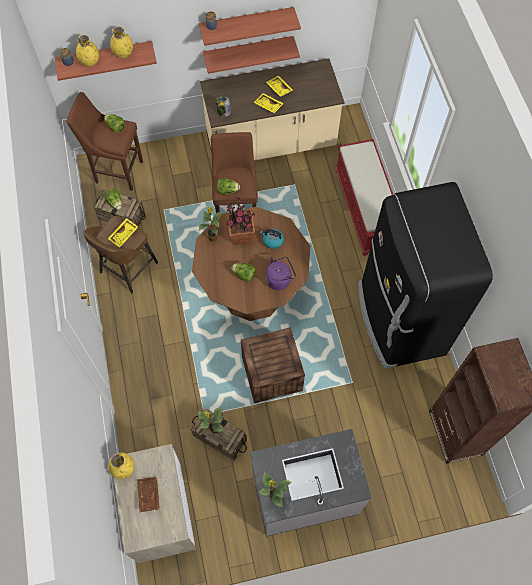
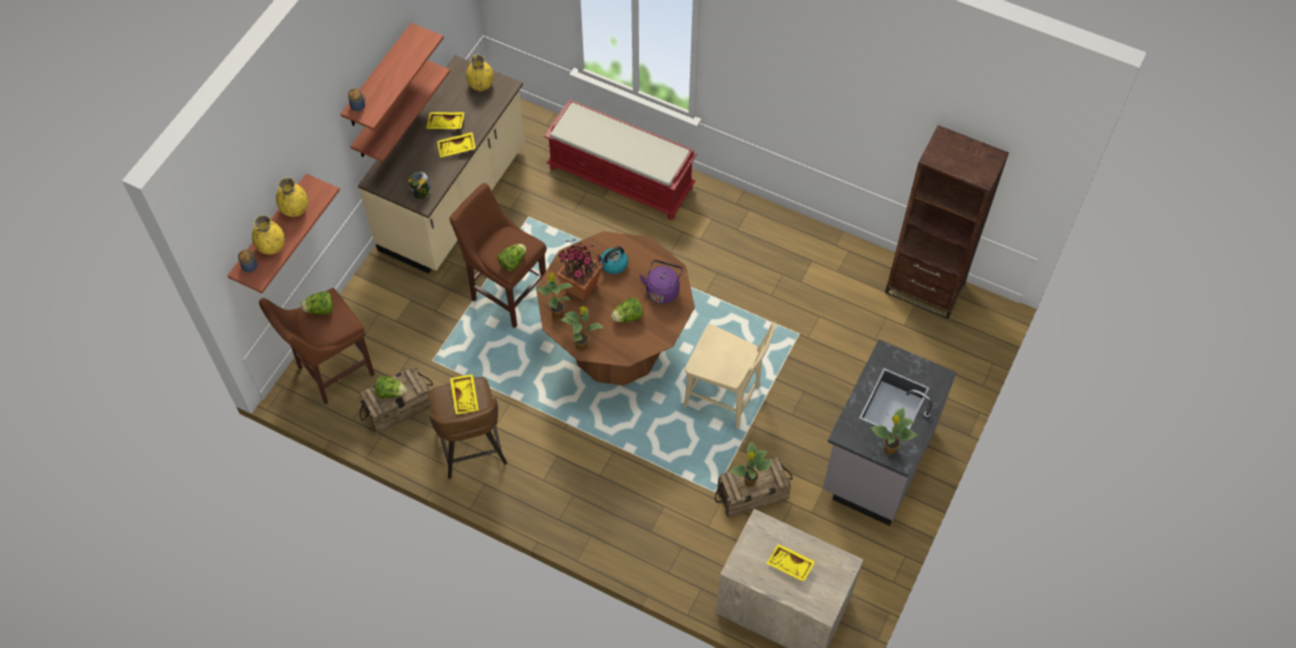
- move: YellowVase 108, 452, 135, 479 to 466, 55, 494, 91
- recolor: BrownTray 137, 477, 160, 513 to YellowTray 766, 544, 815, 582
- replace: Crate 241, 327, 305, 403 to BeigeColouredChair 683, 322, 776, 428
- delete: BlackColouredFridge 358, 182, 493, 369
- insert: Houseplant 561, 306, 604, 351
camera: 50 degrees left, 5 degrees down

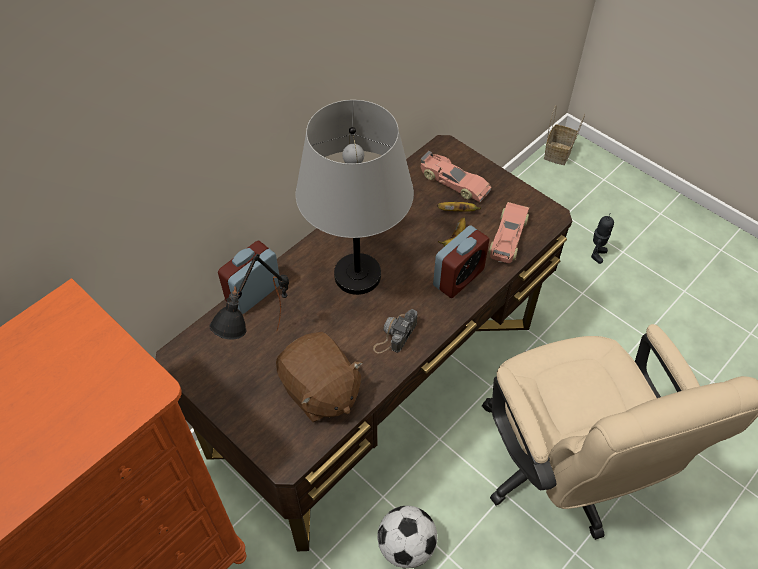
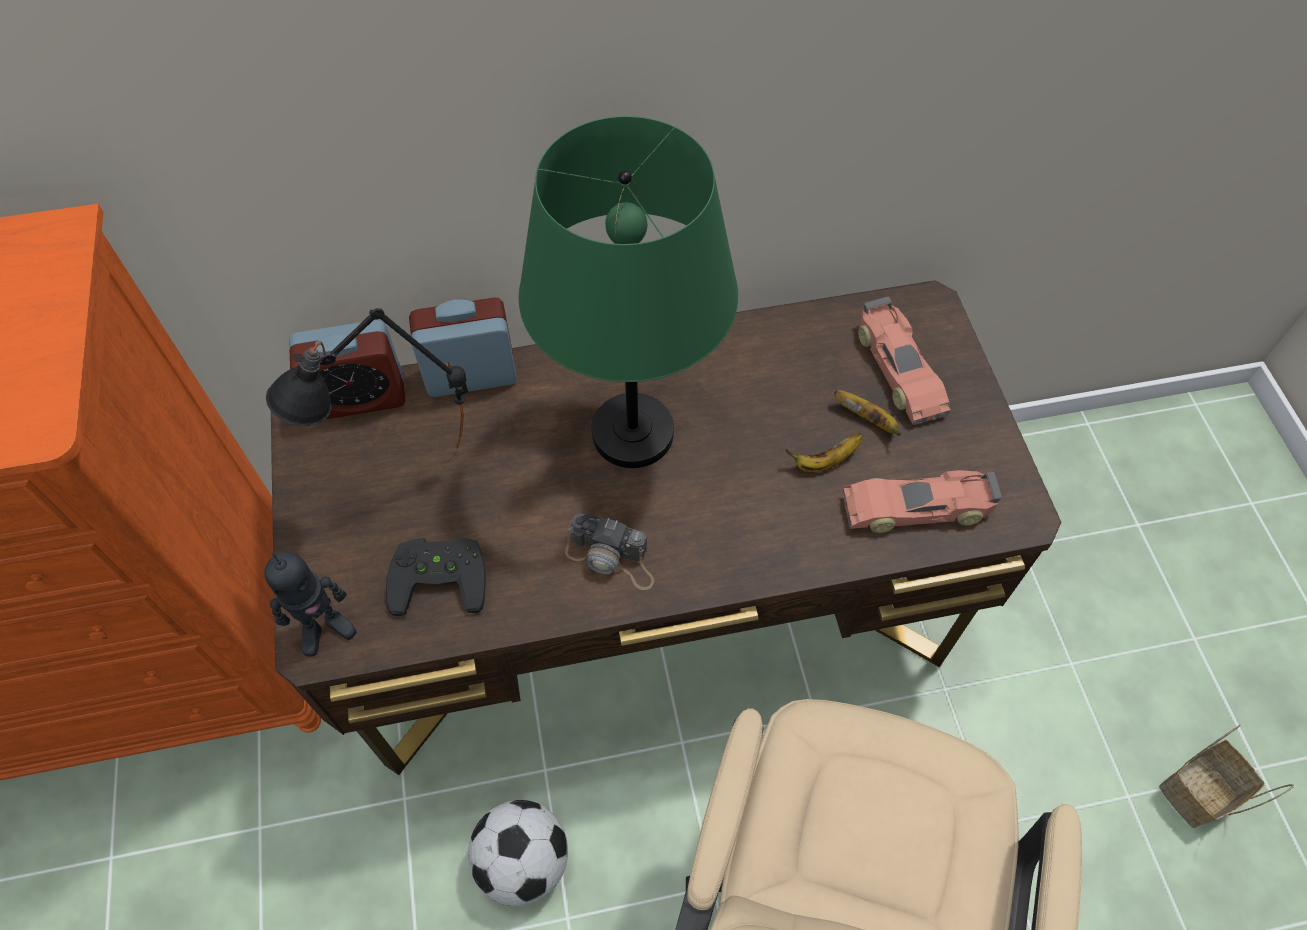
- replace: BrownCuddlyToy 276, 332, 363, 422 to BlackColouredGamepad 386, 537, 486, 616
- recolor: GreyLampForATable 296, 100, 414, 295 to GreenishLampForATable 519, 116, 738, 468
- rotate: StillCamera 373, 309, 417, 353 = 565, 513, 654, 590 135 degrees counterclockwise
- move: BedsideClock 433, 225, 490, 298 to 289, 320, 405, 419
- rotate: ModelCar 489, 202, 529, 263 = 843, 470, 1002, 533 150 degrees counterclockwise
- move: Basket 544, 105, 585, 165 to 1159, 725, 1294, 828
- move: ToyRobot 591, 213, 614, 264 to 264, 552, 356, 657
camera: 35 degrees right, 5 degrees up

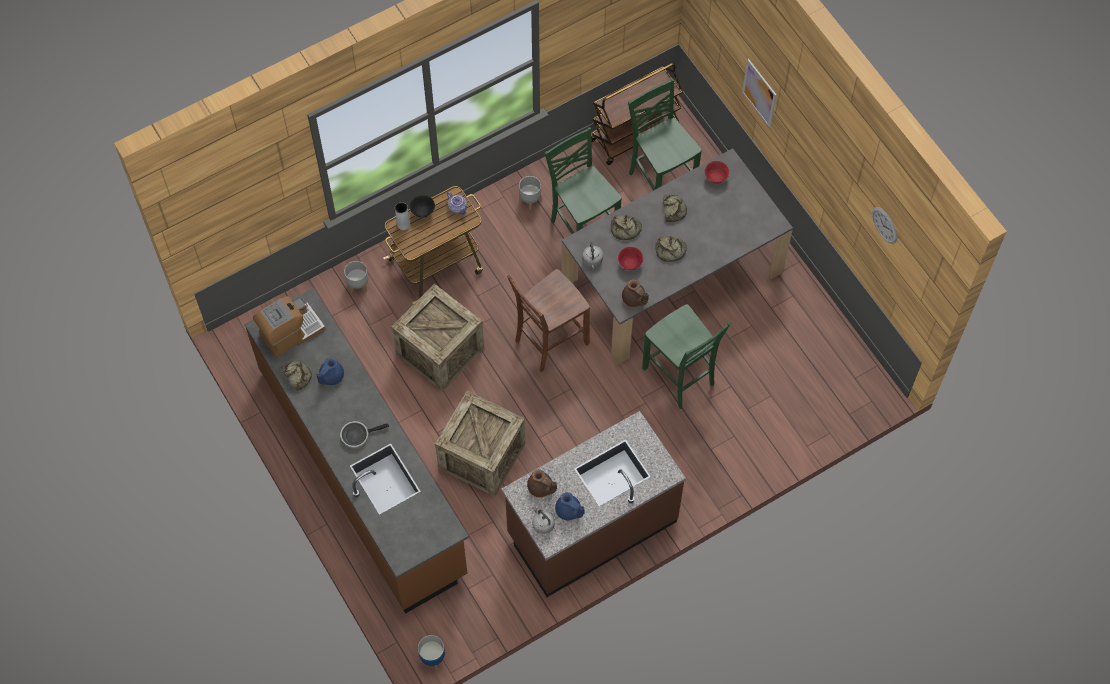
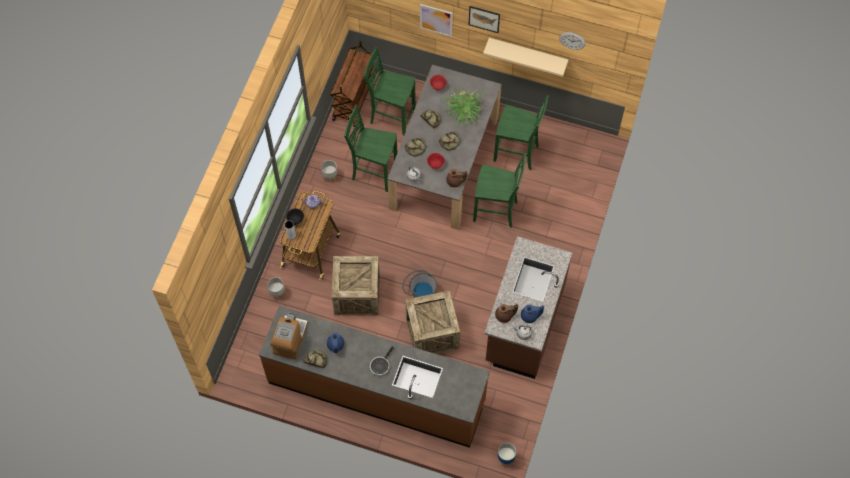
- delete: BrownChair 507, 269, 590, 372
- insert: GreyWaterBucket 402, 270, 437, 298
- insert: Houseplant 440, 87, 483, 128
- insert: Picture 469, 6, 500, 33
- insert: BeigeColouredBracketShelf 483, 38, 568, 77
- insert: GreenishChair 493, 95, 549, 170
camera: 40 degrees left, 0 degrees up

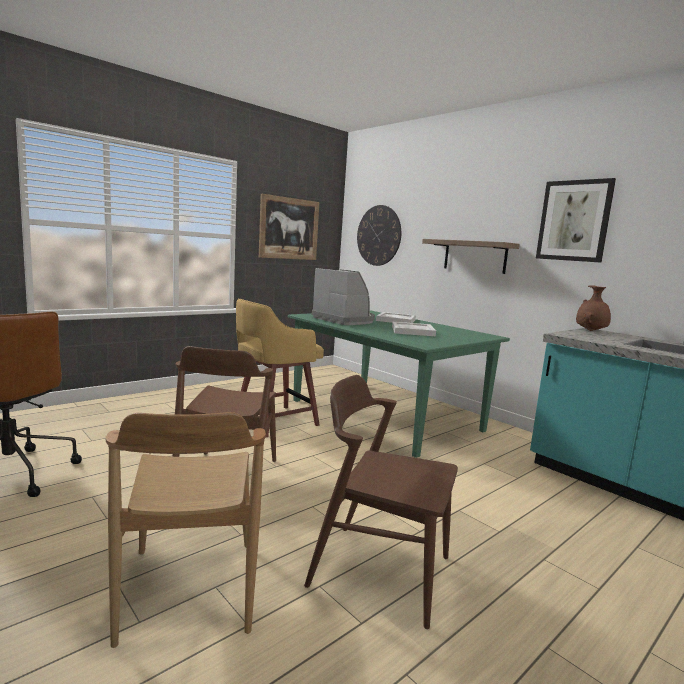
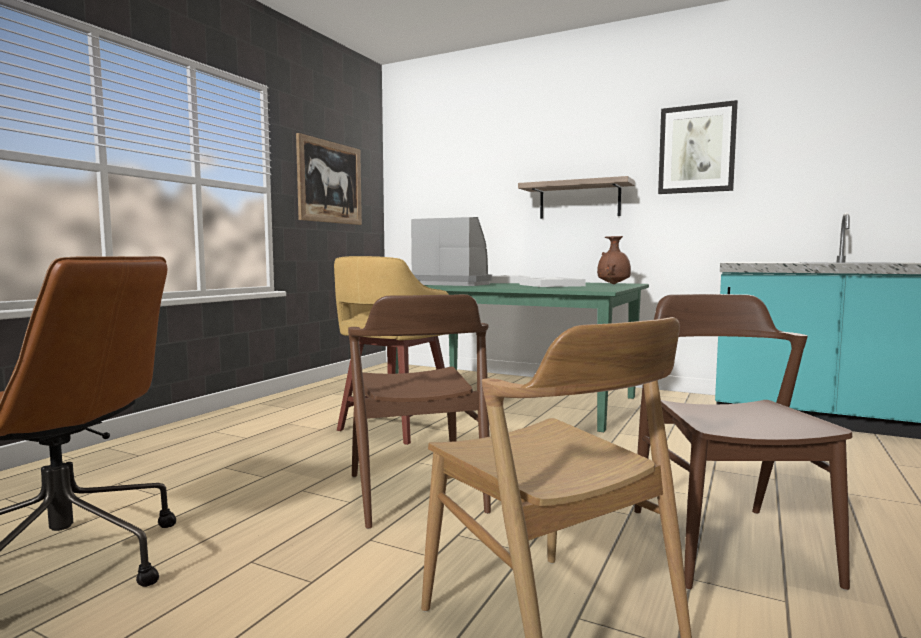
- rotate: BrownChair 304, 375, 458, 630 = 634, 294, 852, 591 90 degrees clockwise
- delete: ClockOnTheWall 357, 205, 401, 266
- move: BrownVase 576, 285, 611, 331 to 597, 236, 631, 284
camera: 20 degrees left, 5 degrees down

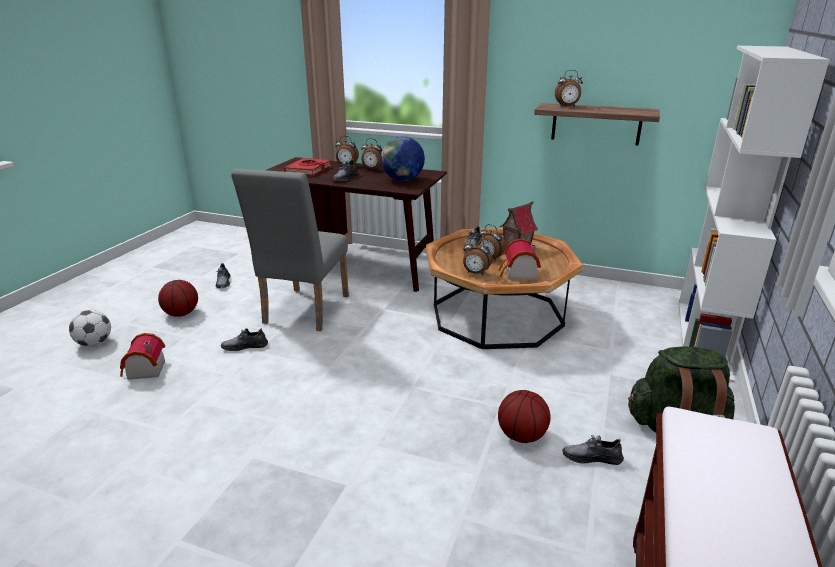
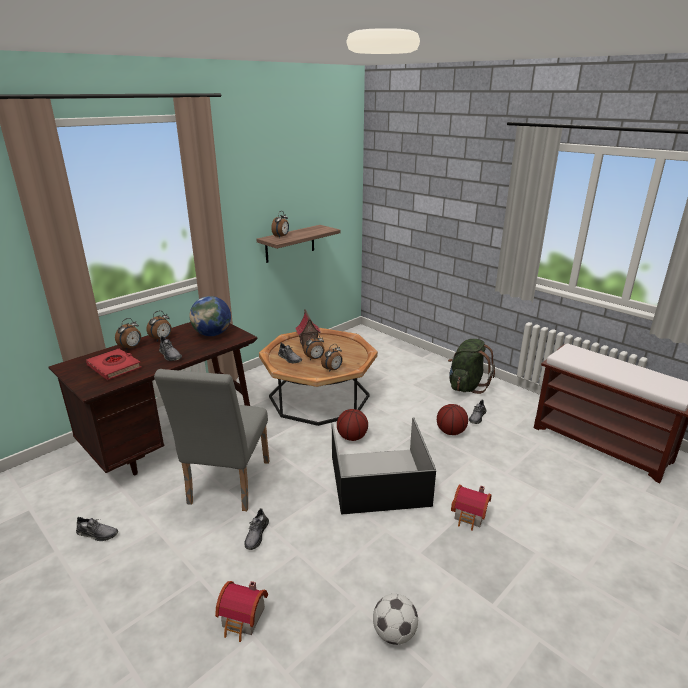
- move: FootballBall 69, 310, 111, 347 to 373, 594, 418, 645
- move: Basketball 158, 280, 198, 317 to 337, 409, 368, 441
- rotate: GreyChair 231, 168, 349, 331 = 154, 369, 270, 511 60 degrees clockwise
- move: ModelHouse 498, 239, 541, 280 to 451, 485, 491, 531
- delete: WhitishShelvingUnit 679, 46, 830, 383
- insert: BlackColouredStorageBin 332, 417, 436, 515
camera: 65 degrees left, 0 degrees up

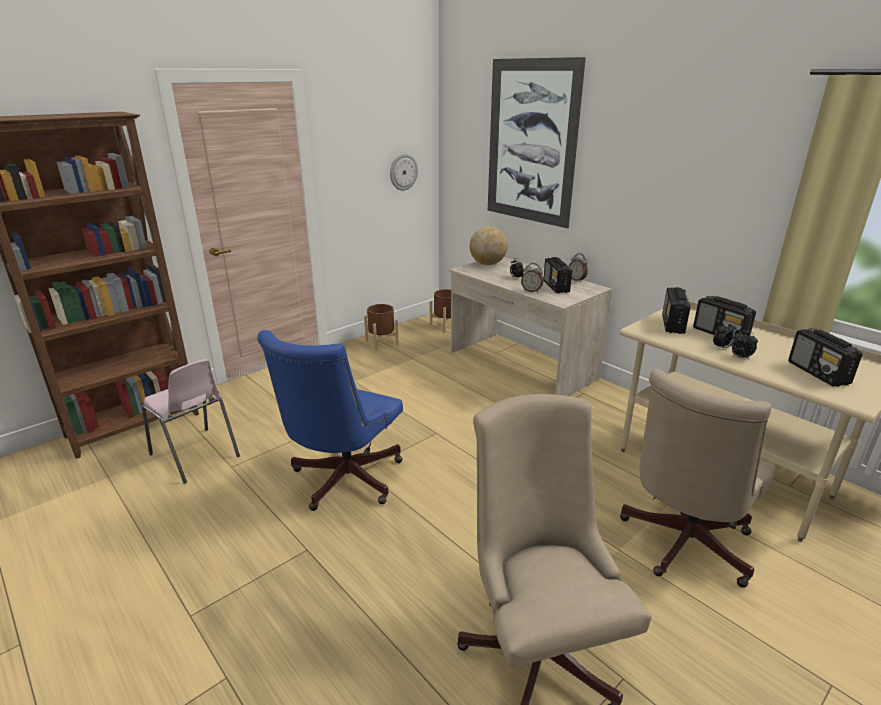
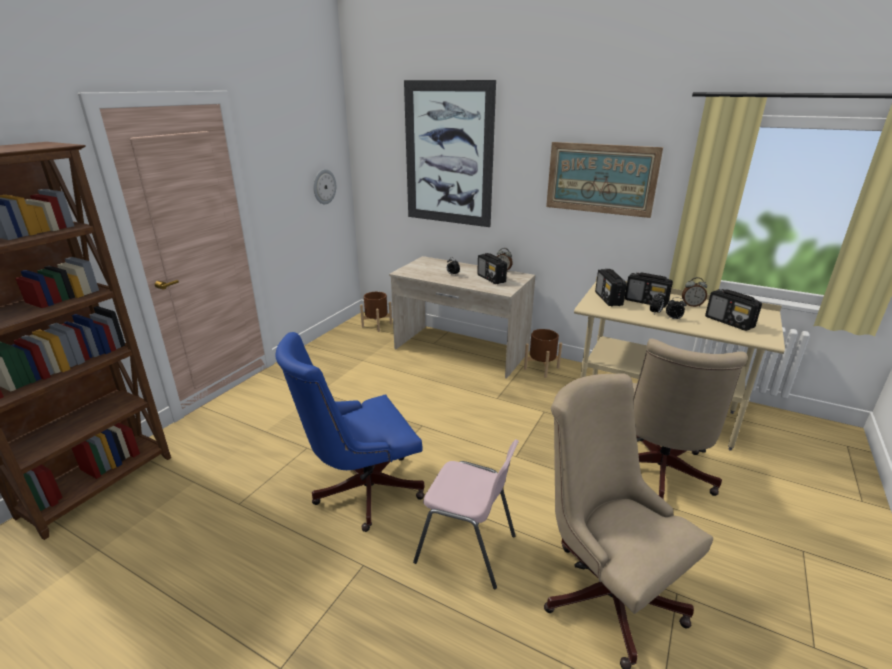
- move: PinkishChair 142, 359, 240, 484 to 413, 439, 519, 589
- rotate: BlueComputerChair 257, 330, 403, 511 = 276, 332, 424, 532 60 degrees clockwise
- move: BrownFlowerPot 364, 304, 399, 350 to 524, 329, 562, 378
- delete: DeskGlobe 469, 226, 508, 265
- move: BedsideClock 521, 263, 544, 293 to 682, 277, 707, 307
- insert: Picture 546, 142, 663, 218
camera: 20 degrees left, 0 degrees up

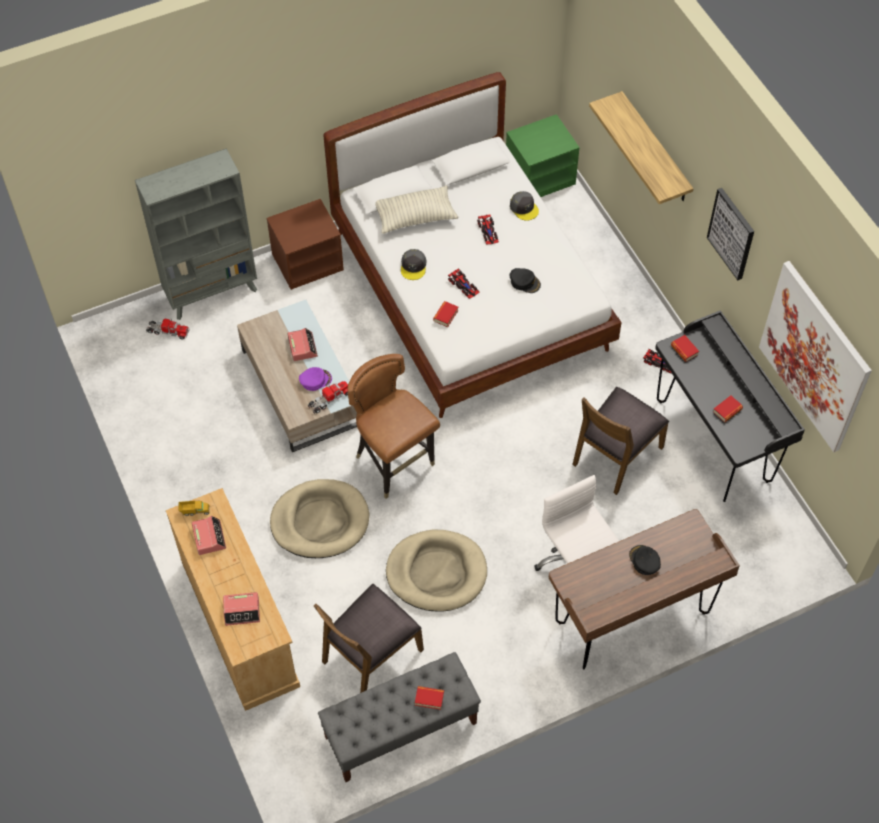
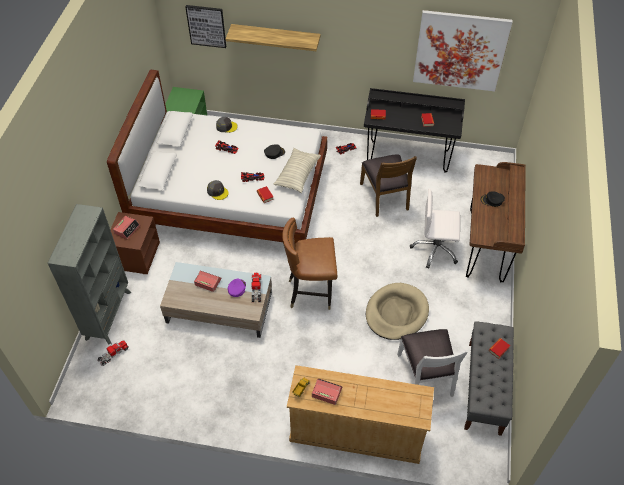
- move: BedsideClock 223, 592, 260, 626 to 113, 216, 140, 240
- delete: BeigeColouredDogCushion 270, 479, 370, 558
- recolor: BrownChair 314, 583, 424, 693 to WhitishChair 397, 329, 468, 397
- move: ThrowPillow 375, 185, 459, 234 to 274, 148, 321, 193
- move: Picture 707, 188, 754, 280 to 185, 5, 226, 48
camera: 55 degrees left, 5 degrees down

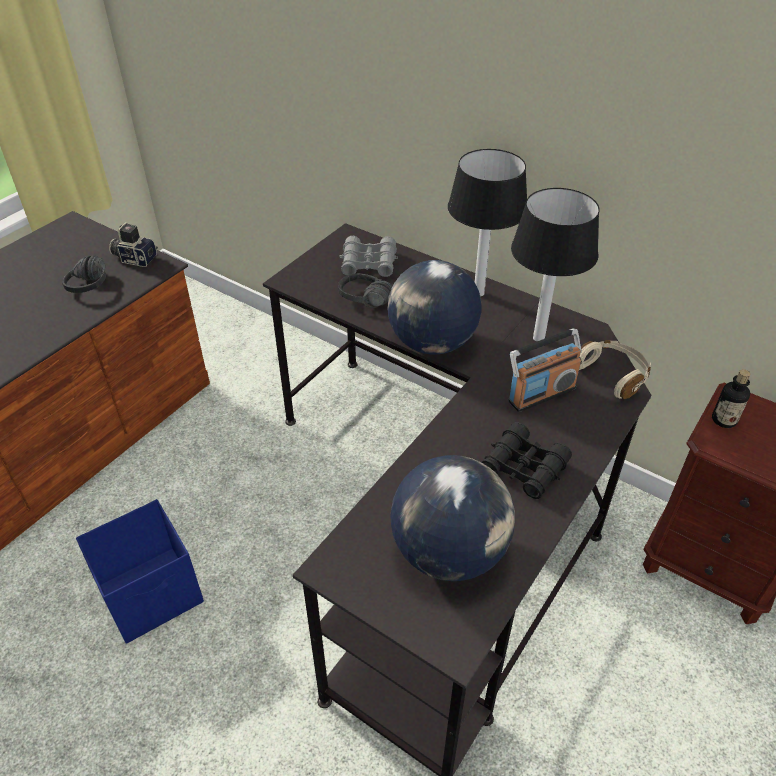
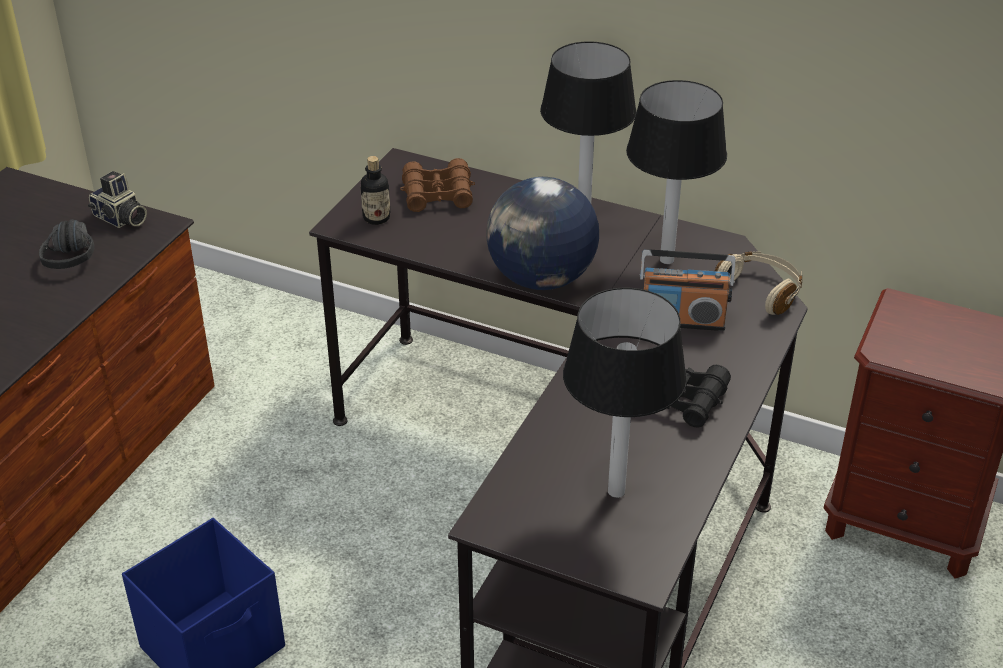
- rotate: StillCamera 109, 222, 158, 267 = 88, 171, 147, 228 150 degrees counterclockwise
- delete: BlackColouredHeadset 338, 273, 393, 308
- recolor: GreyBinoculars 339, 236, 398, 277 to BrownBinoculars 400, 158, 475, 212
- replace: DeskGlobe 390, 455, 515, 581 to LampForATable 563, 288, 687, 498
- rotate: RadioSet 508, 329, 582, 412 = 639, 249, 735, 331 45 degrees clockwise
- move: BeverageBottle 712, 369, 751, 428 to 360, 156, 390, 225
camera: 10 degrees left, 5 degrees down

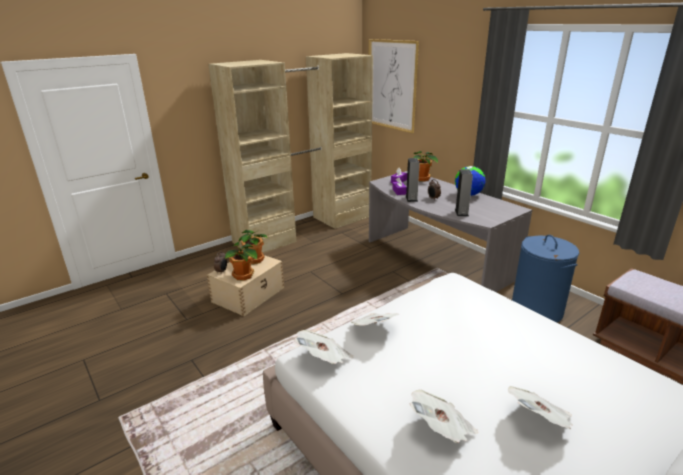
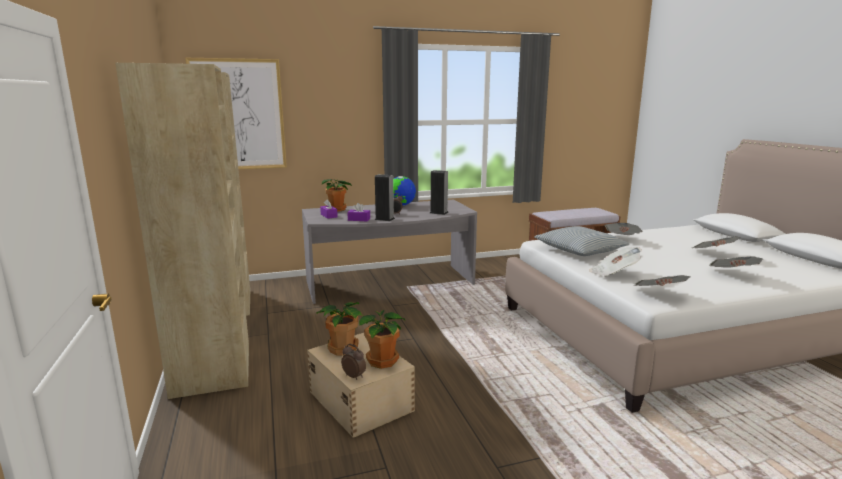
- delete: BlueHamper 512, 235, 579, 322
- insert: ThrowPillow 534, 226, 629, 256
- insert: Newspaper 604, 223, 643, 235
camera: 70 degrees left, 10 degrees down

